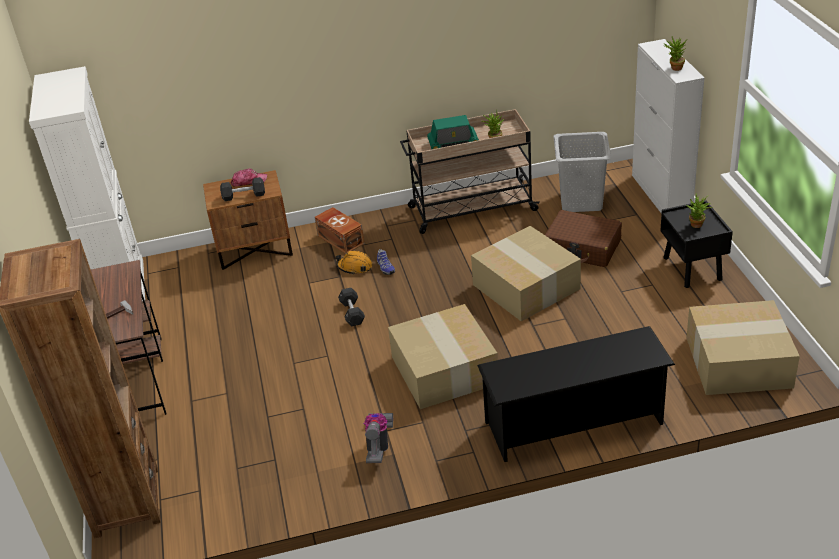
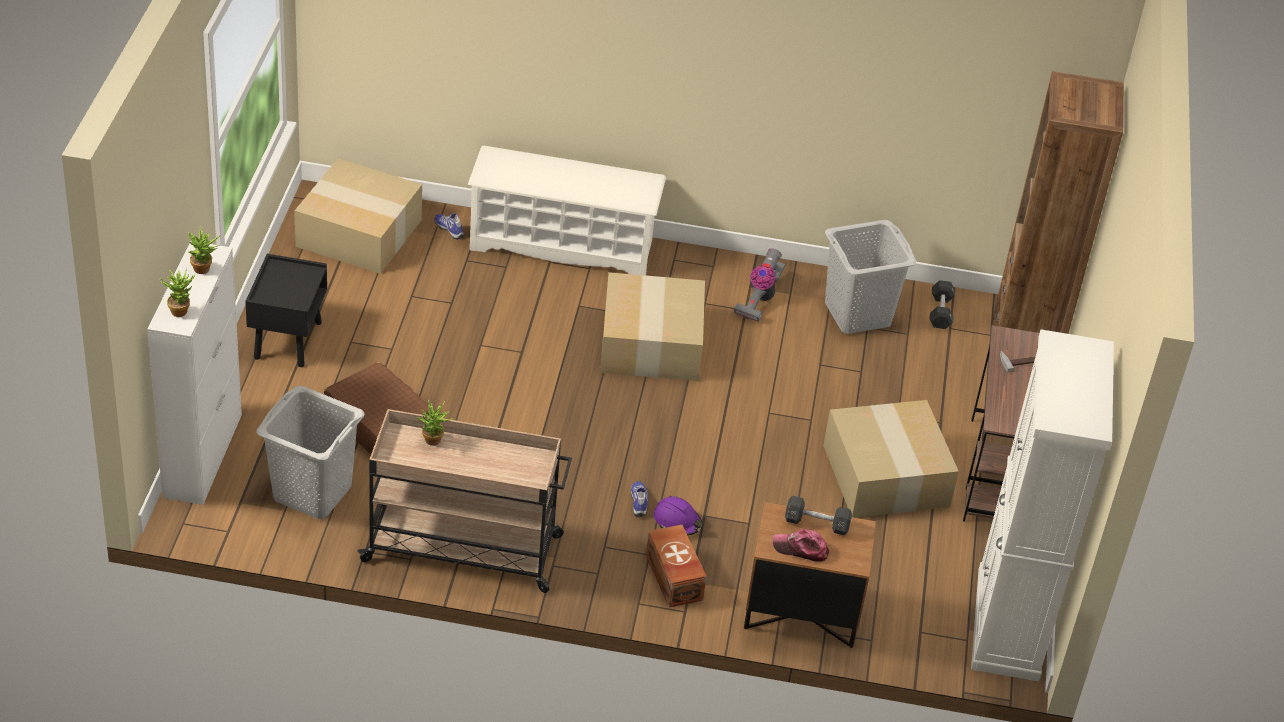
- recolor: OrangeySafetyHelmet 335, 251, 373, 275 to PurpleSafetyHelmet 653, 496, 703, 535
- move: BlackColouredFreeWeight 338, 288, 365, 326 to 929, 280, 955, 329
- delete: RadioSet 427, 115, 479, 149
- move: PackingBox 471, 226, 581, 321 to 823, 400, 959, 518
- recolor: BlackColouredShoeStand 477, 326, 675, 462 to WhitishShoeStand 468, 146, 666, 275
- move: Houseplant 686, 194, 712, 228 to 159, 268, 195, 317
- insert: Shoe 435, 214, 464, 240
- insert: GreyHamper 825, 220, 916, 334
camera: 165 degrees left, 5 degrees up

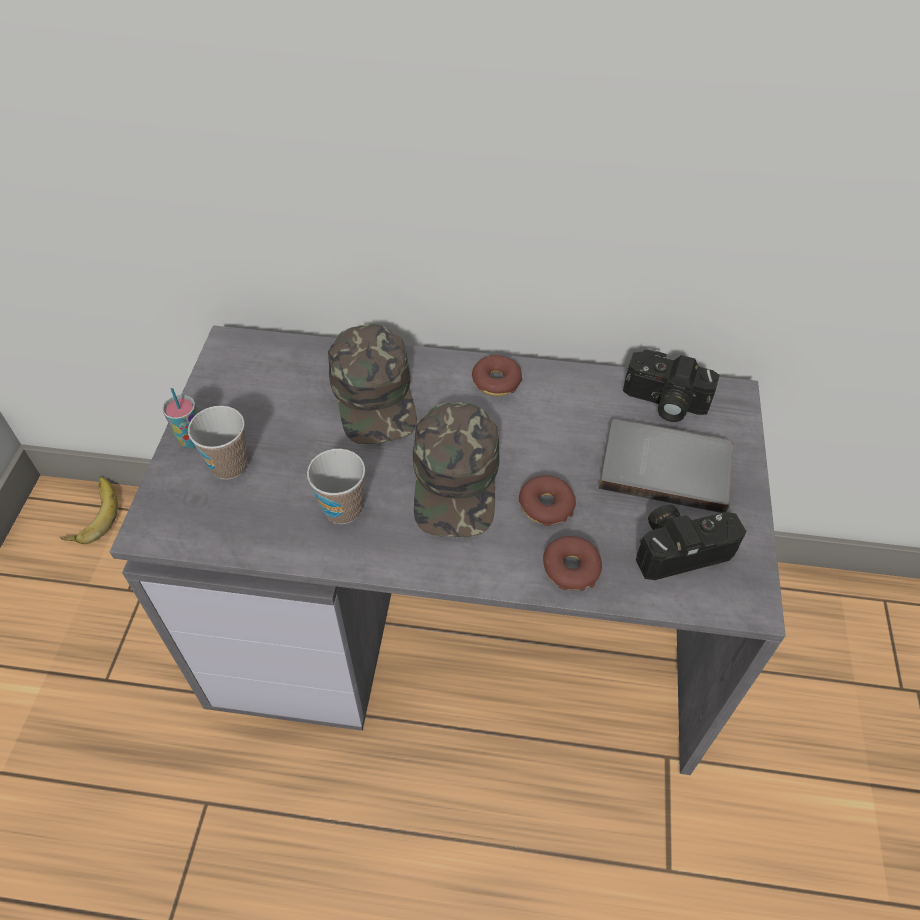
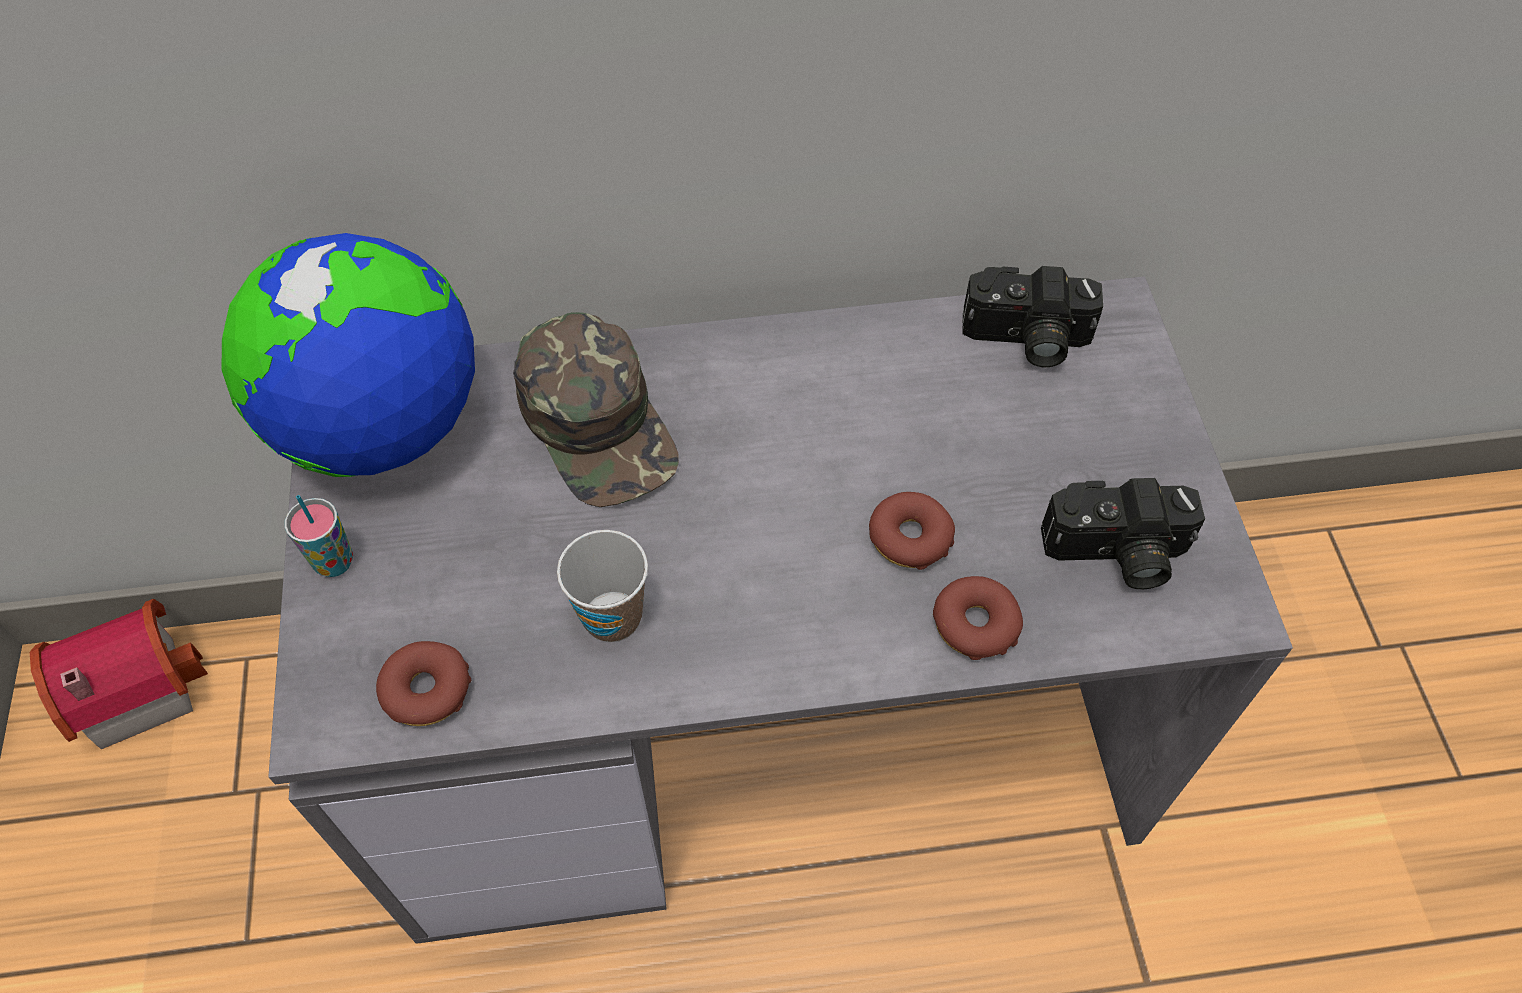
- replace: Banana 60, 477, 118, 544 to ModelHouse 30, 599, 208, 749
- delete: Cup 188, 406, 248, 479
- delete: GreenishPeakedCap 413, 402, 500, 537
- move: Donut 472, 355, 522, 396 to 376, 641, 471, 726
- delete: GreyBoundBook 598, 419, 733, 513
- rotate: StillCamera 636, 505, 746, 580 = 1041, 478, 1205, 590 150 degrees counterclockwise
- insert: DeskGlobe 222, 233, 475, 477
camera: 15 degrees left, 5 degrees up

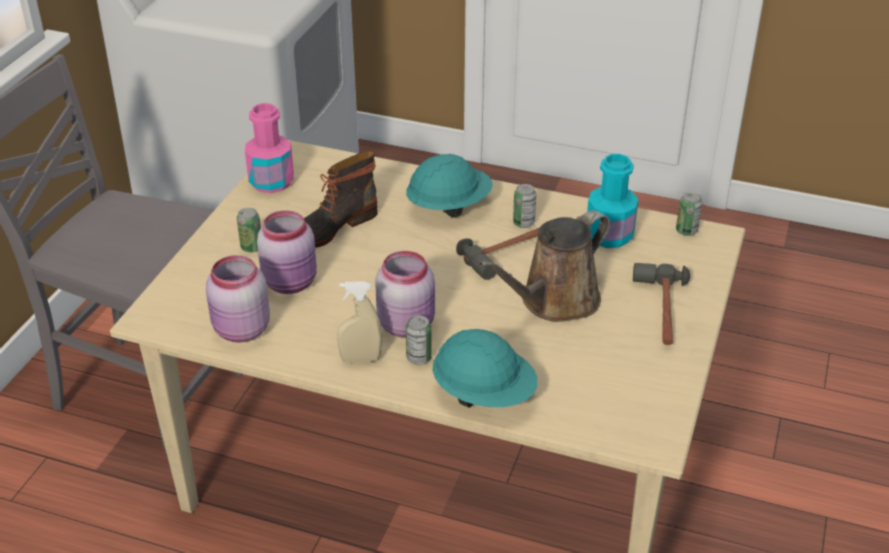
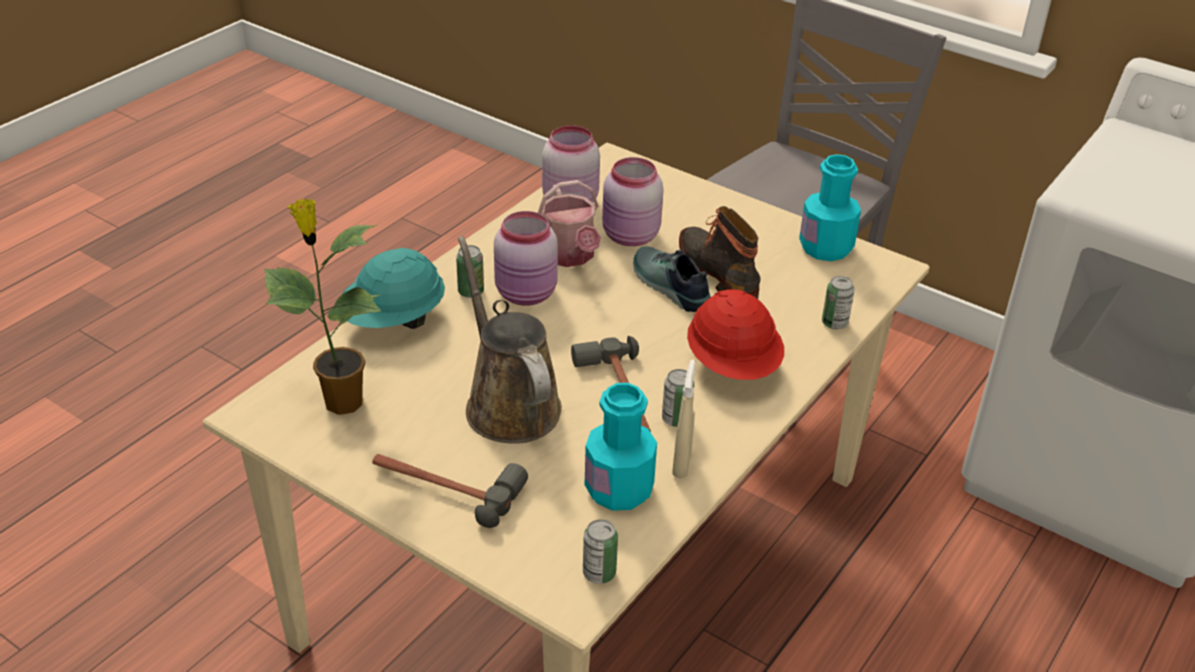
- move: Can 237, 208, 261, 253 to 822, 276, 855, 329
- recolor: PinkishBeverageBottle 245, 103, 294, 193 to BlueGreenBeverageBottle 799, 154, 861, 261
- move: BeigeColouredSprayer 337, 281, 382, 363 to 672, 360, 695, 478
- recolor: BlueGreenSafetyHelmet 406, 154, 493, 218 to ReddishSafetyHelmet 687, 289, 784, 380
- insert: Houseplant 264, 199, 381, 415
- insert: SprinklingCan 538, 180, 601, 267
- insert: Shoe 633, 246, 711, 312
camera: 105 degrees right, 0 degrees up

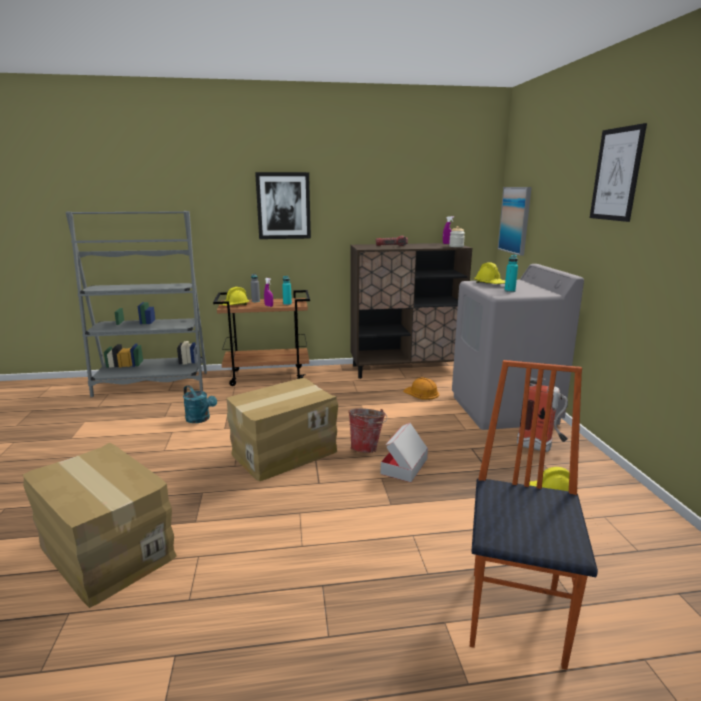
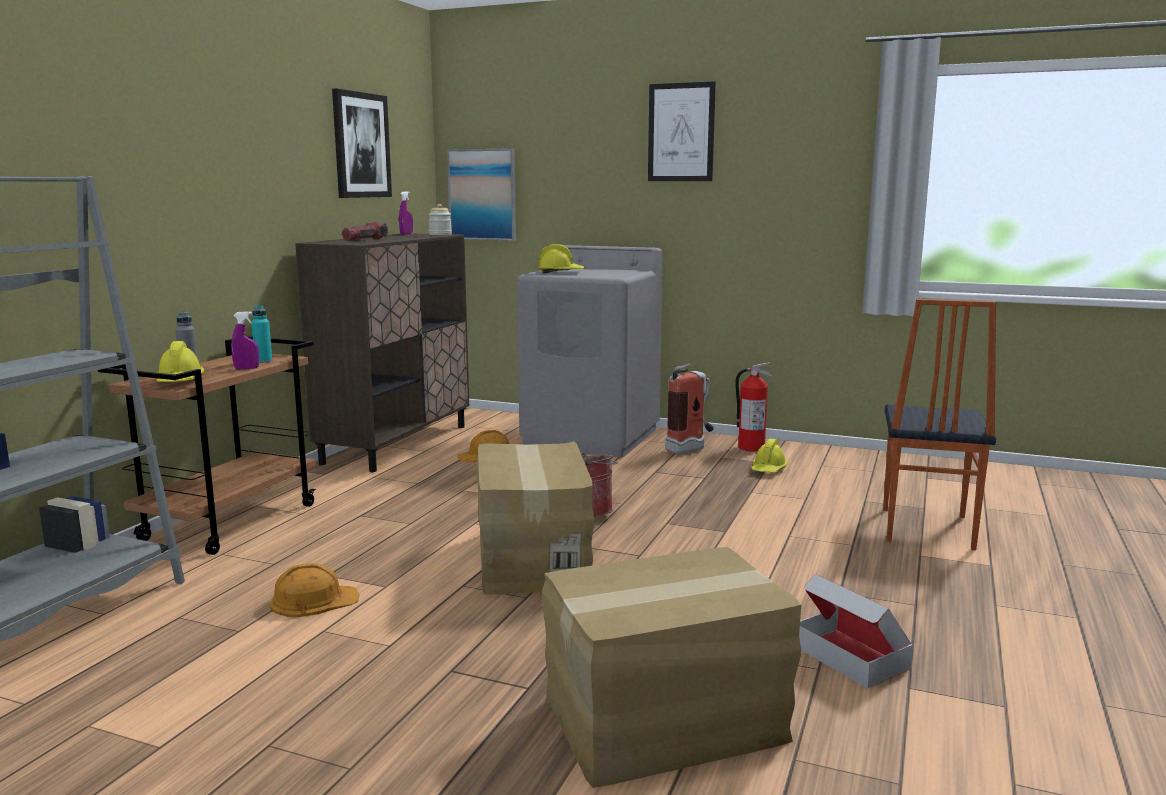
- replace: BlueGreenSprinklingCan 183, 385, 217, 423 to OrangeySafetyHelmet 270, 563, 359, 618
- move: Picture 255, 172, 311, 239 to 332, 89, 392, 198
- move: PackingBox 380, 423, 428, 482 to 799, 574, 913, 688
- rotate: Chair 470, 360, 598, 670 = 883, 299, 996, 550 120 degrees counterclockwise
- delete: BlueGreenBeverageBottle 504, 255, 518, 292
- insert: FireFightingCylinder 735, 362, 772, 452
camera: 60 degrees left, 5 degrees down

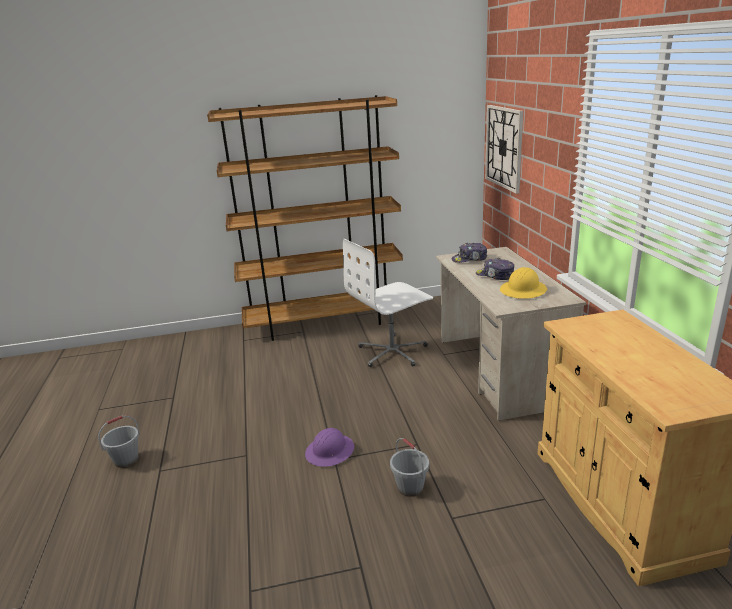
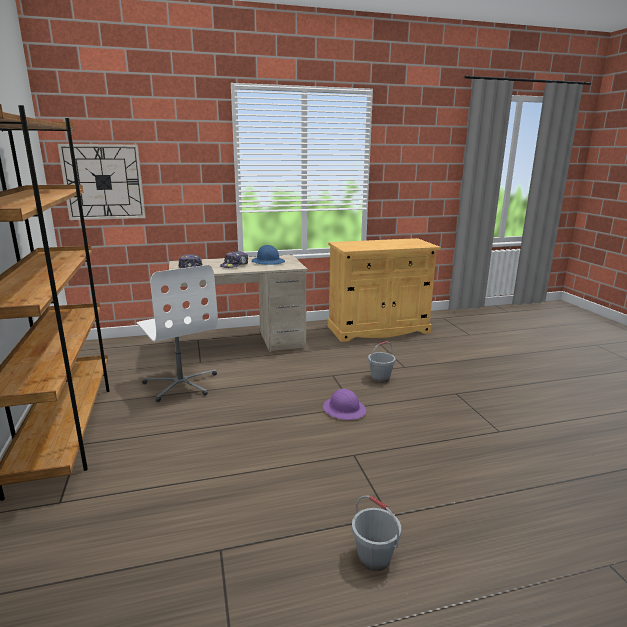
- recolor: YellowSafetyHelmet 500, 267, 547, 299 to BlueSafetyHelmet 252, 245, 285, 265
camera: 95 degrees left, 5 degrees down

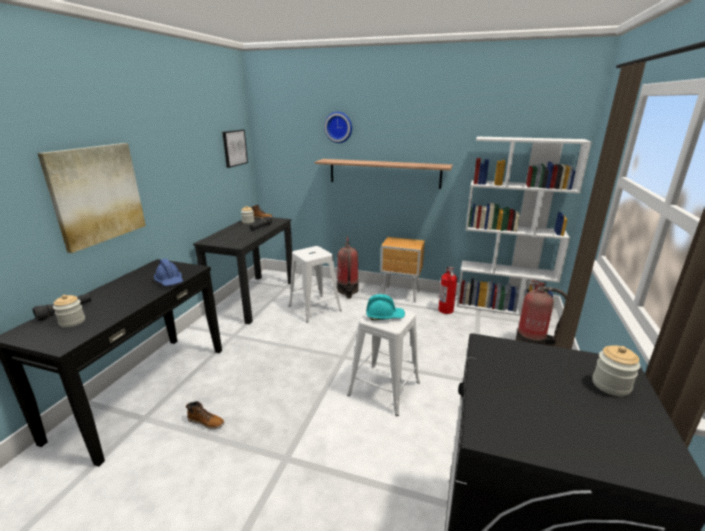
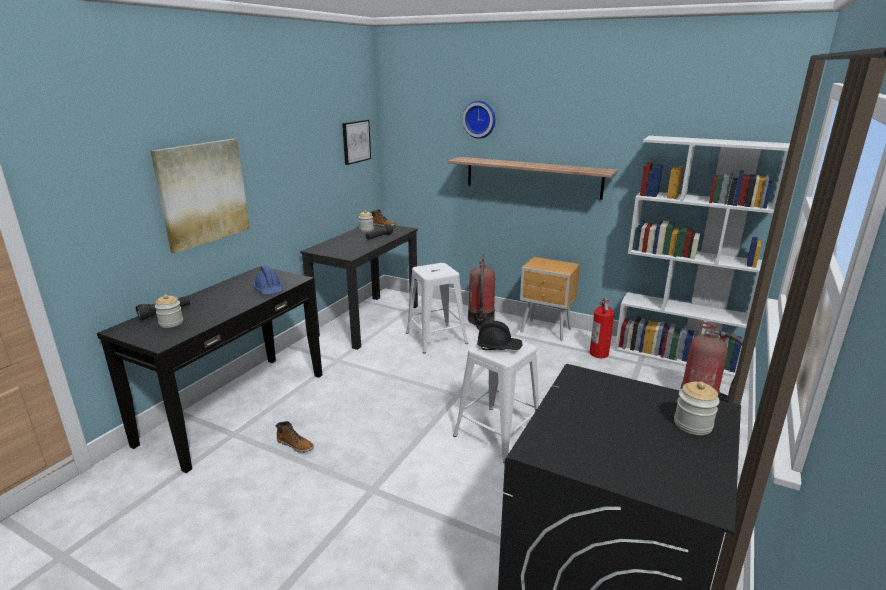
- recolor: BlueGreenSafetyHelmet 366, 294, 405, 320 to BlackColouredSafetyHelmet 477, 321, 523, 350
camera: 10 degrees right, 0 degrees up

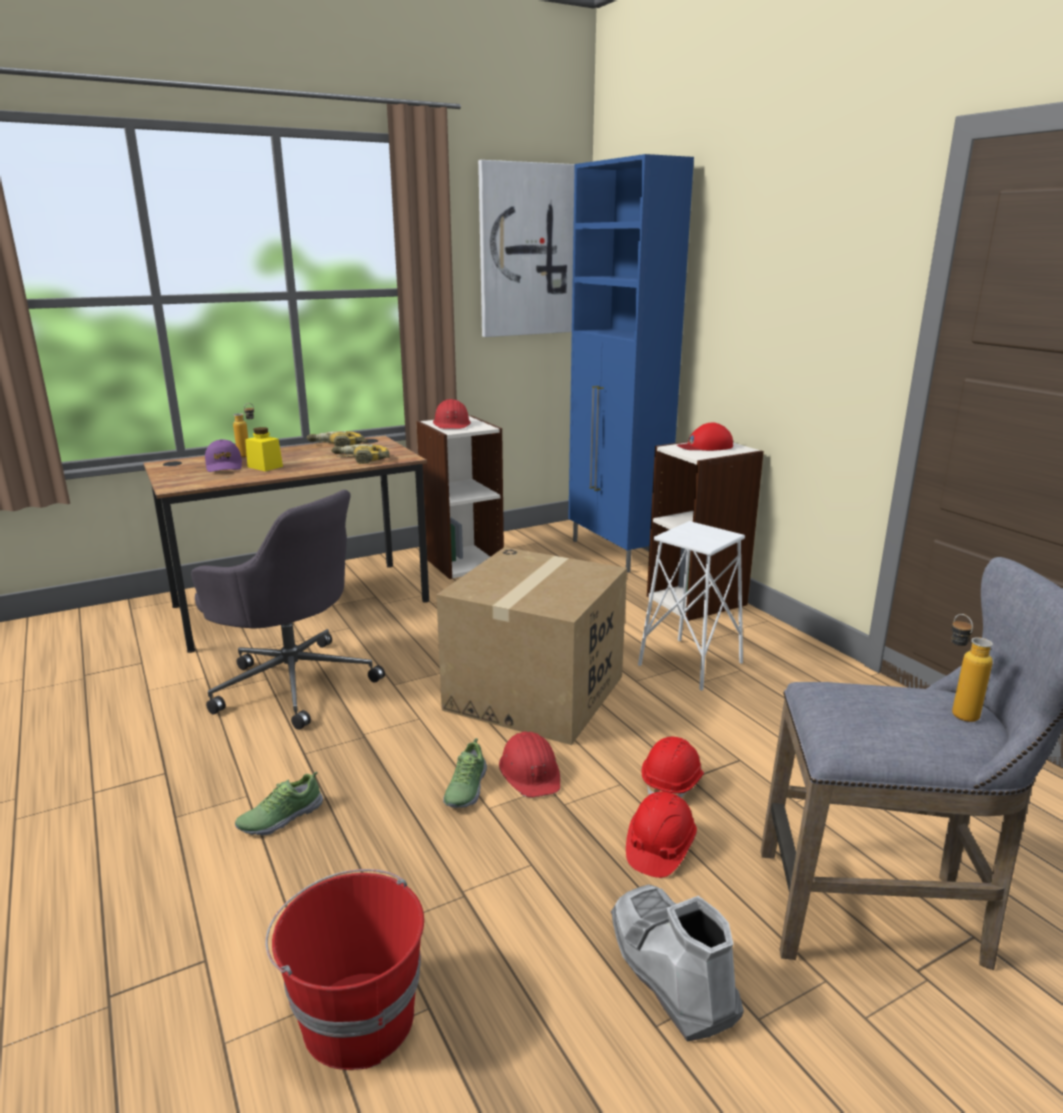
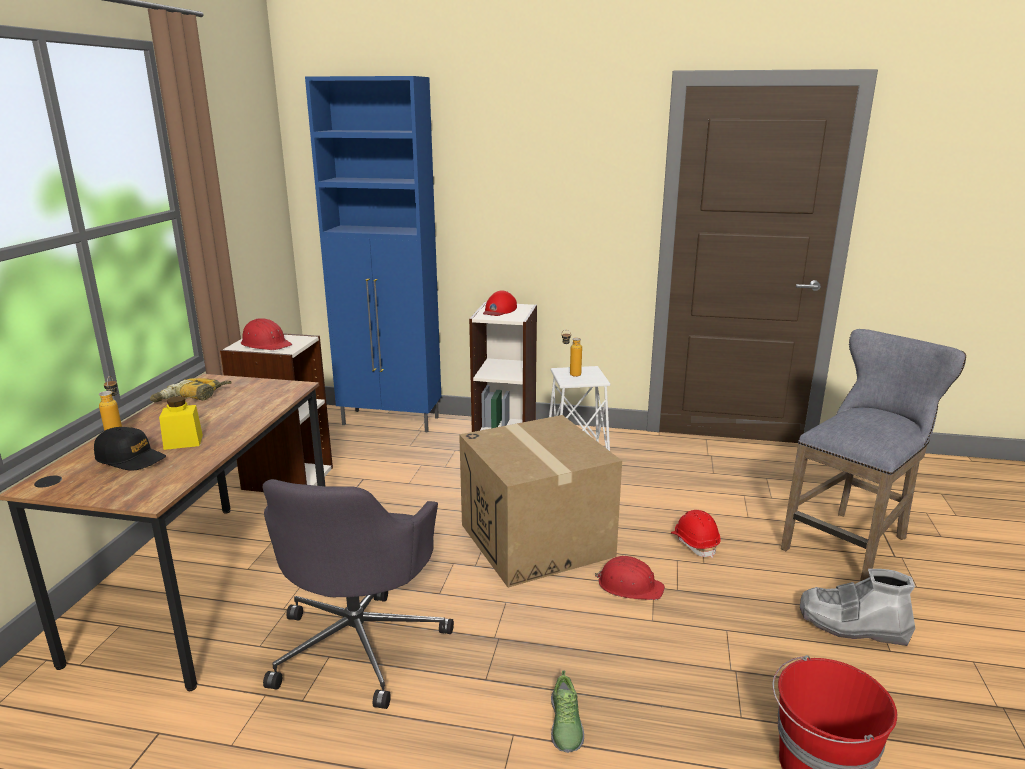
- rotate: GreyComputerChair 191, 490, 385, 730 = 263, 479, 454, 709 120 degrees clockwise
- recolor: PurplePeakedCap 205, 439, 242, 472 to BlackColouredPeakedCap 94, 427, 166, 471
- delete: ElectricDrill 331, 444, 390, 464
- delete: Shoe 443, 738, 487, 808
- delete: Picture 478, 160, 575, 337
- delete: ReddishSafetyHelmet 626, 791, 697, 878
- move: BeverageBottle 951, 614, 993, 722 to 561, 330, 582, 377
camera: 50 degrees left, 0 degrees up

